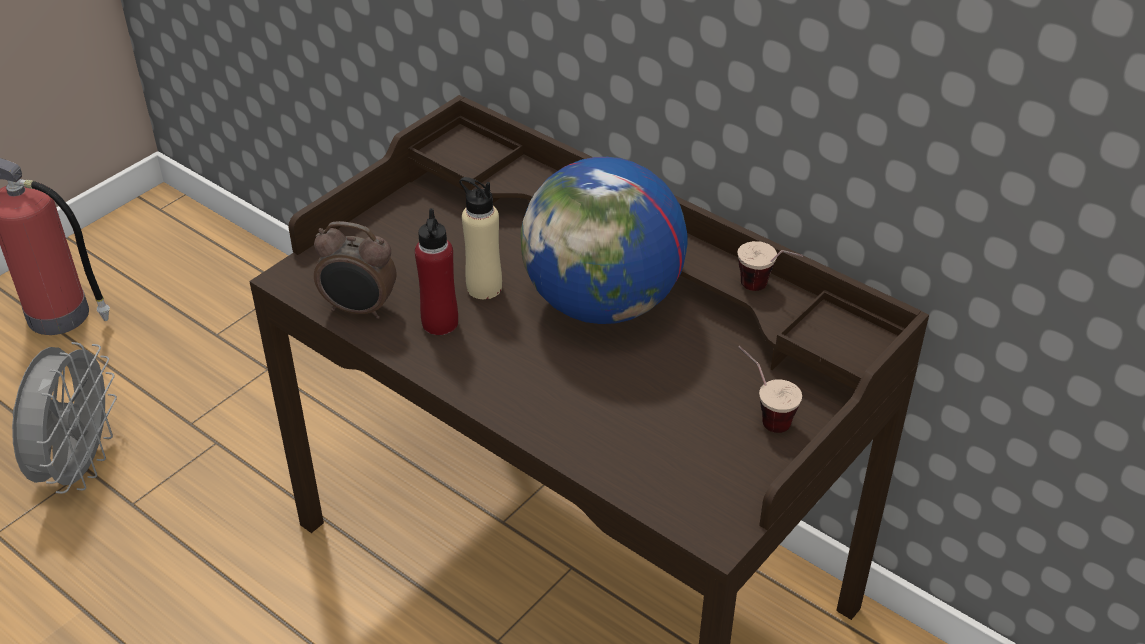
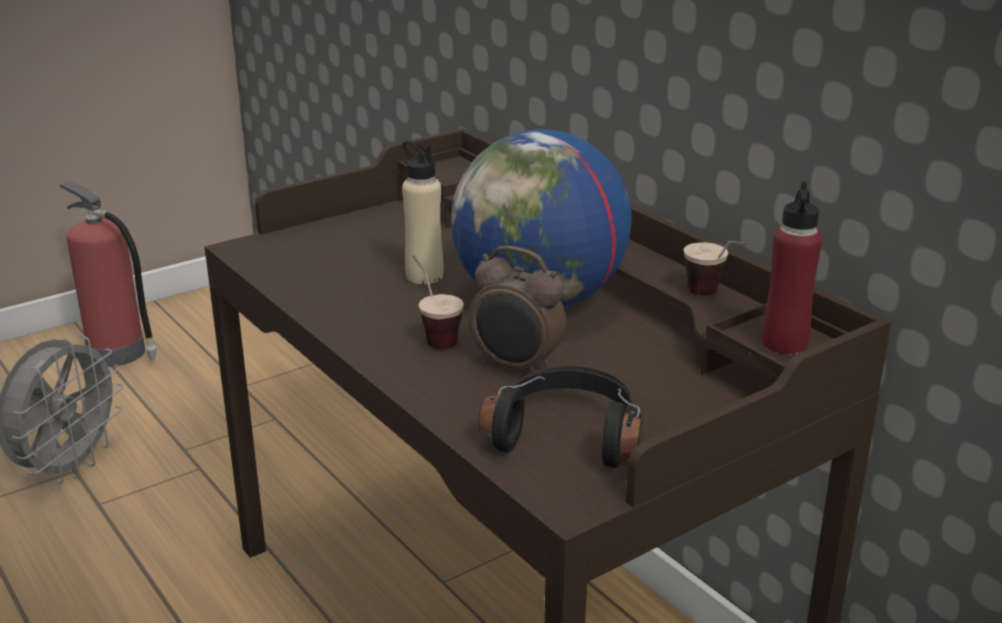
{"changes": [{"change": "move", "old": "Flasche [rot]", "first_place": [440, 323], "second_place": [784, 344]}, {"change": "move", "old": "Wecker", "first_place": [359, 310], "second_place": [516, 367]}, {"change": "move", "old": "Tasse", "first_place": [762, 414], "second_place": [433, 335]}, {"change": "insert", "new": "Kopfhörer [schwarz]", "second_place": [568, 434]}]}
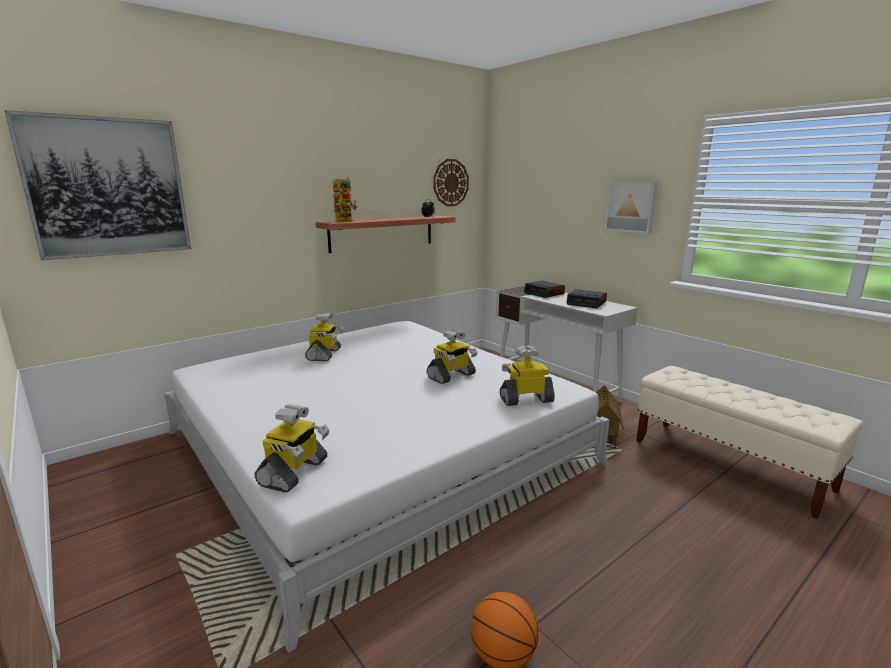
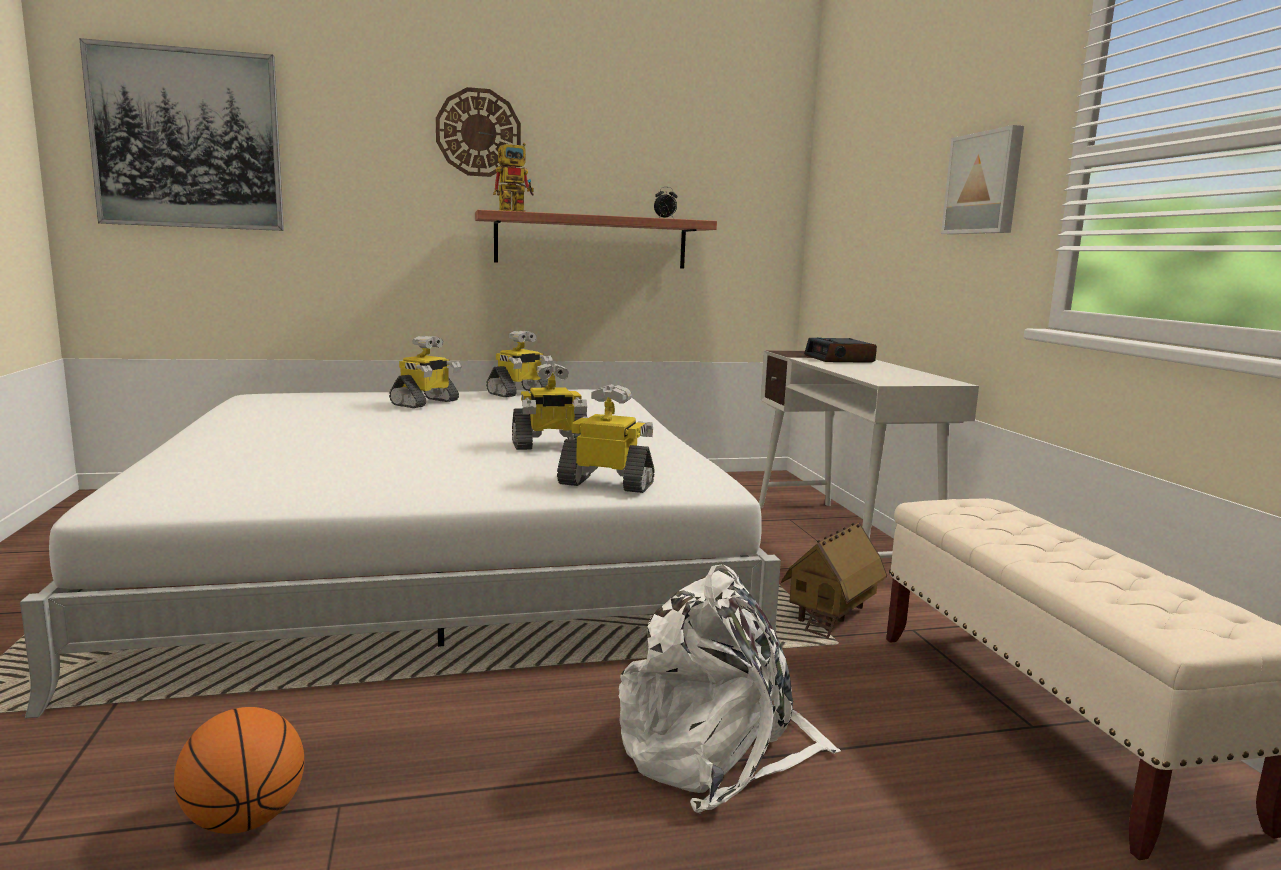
{"changes": [{"change": "move", "old": "Wanduhr", "first_place": [450, 183], "second_place": [478, 132]}, {"change": "delete", "old": "Wecker", "first_place": [586, 303]}, {"change": "move", "old": "Spielzeugroboter", "first_place": [294, 472], "second_place": [519, 393]}, {"change": "insert", "new": "Rucksack [weiß]", "second_place": [718, 751]}]}
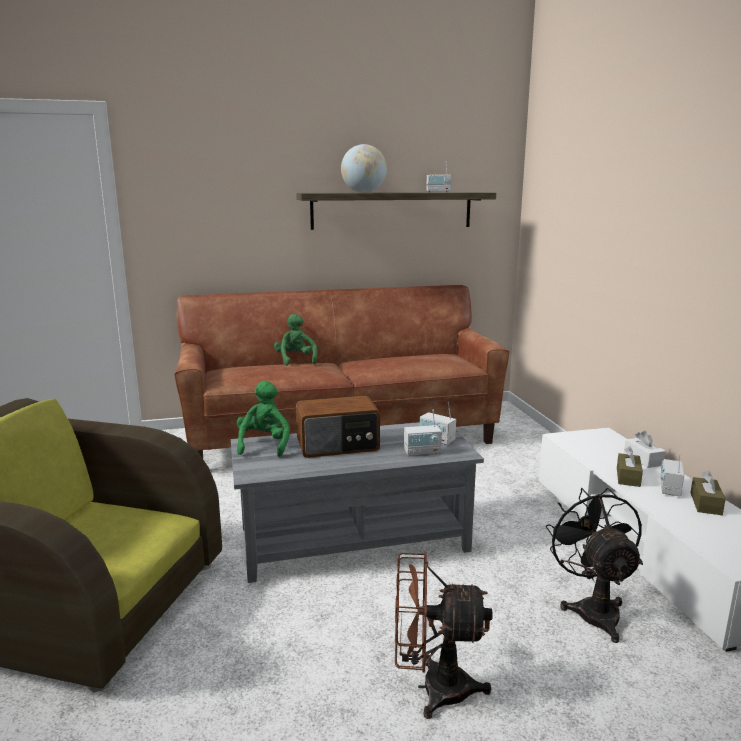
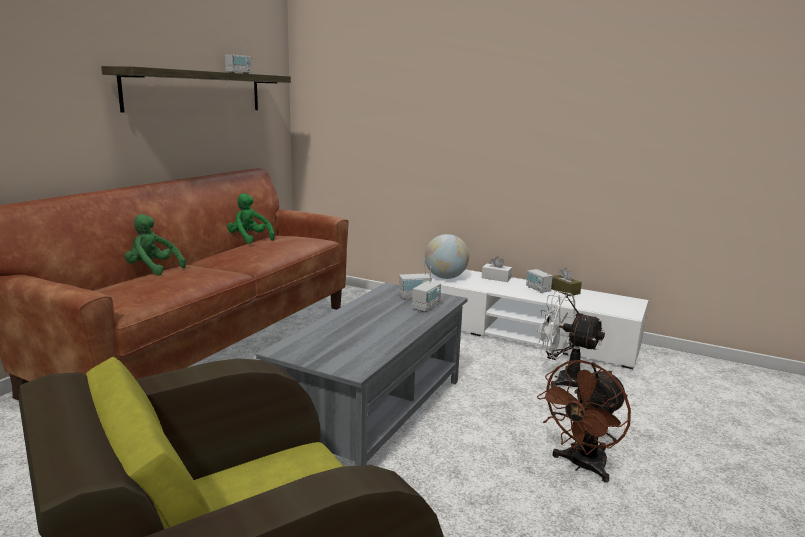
{"changes": [{"change": "move", "old": "Globus", "first_place": [363, 192], "second_place": [445, 277]}, {"change": "move", "old": "Plüschtier [grün]", "first_place": [264, 445], "second_place": [249, 239]}, {"change": "delete", "old": "Radio", "first_place": [338, 445]}, {"change": "delete", "old": "Taschentuchbox [braun]", "first_place": [628, 477]}, {"change": "recolor", "old": "Ventilator [schwarz]", "new": "Ventilator [weiß]", "first_place": [593, 609], "second_place": [563, 379]}]}
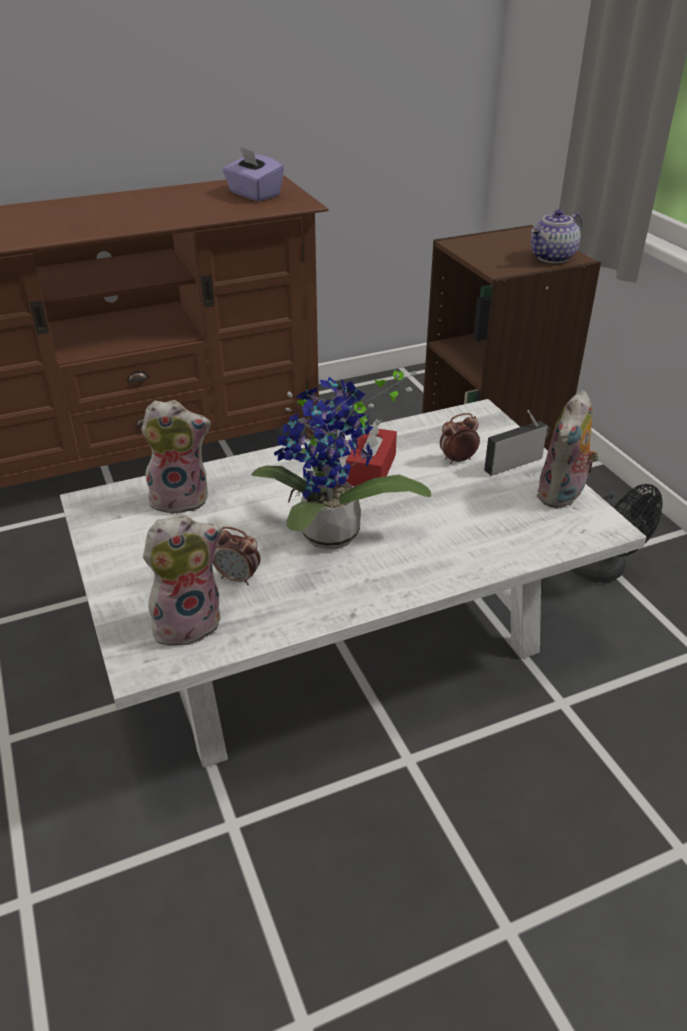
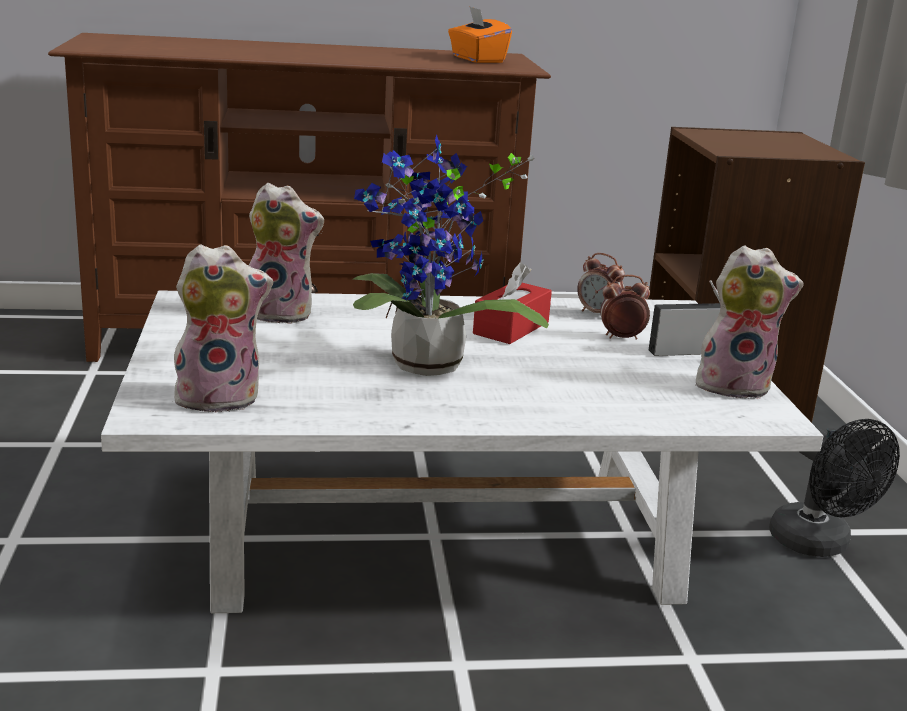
{"changes": [{"change": "recolor", "old": "Taschentuchbox [lila]", "new": "Taschentuchbox [orange]", "first_place": [254, 194], "second_place": [477, 59]}, {"change": "delete", "old": "Teekanne", "first_place": [553, 258]}, {"change": "rotate", "old": "Plüschtier", "first_place": [562, 496], "second_place": [734, 385], "degrees": -135}, {"change": "move", "old": "Wecker", "first_place": [238, 578], "second_place": [598, 313]}]}
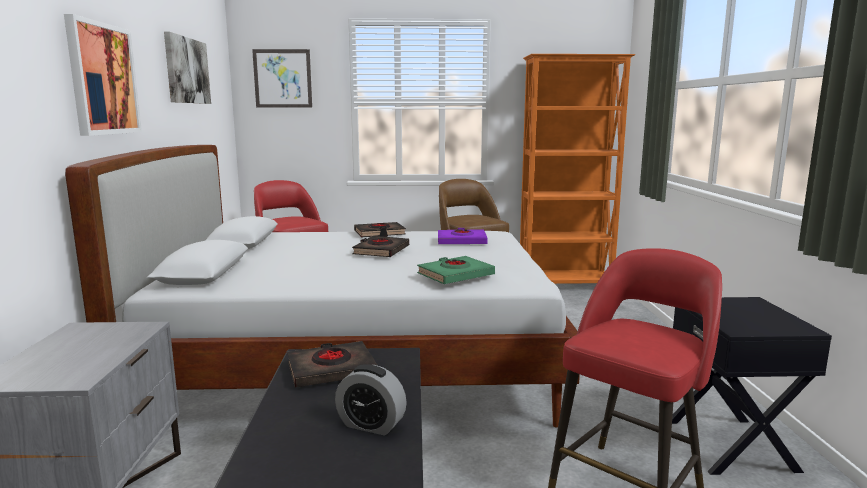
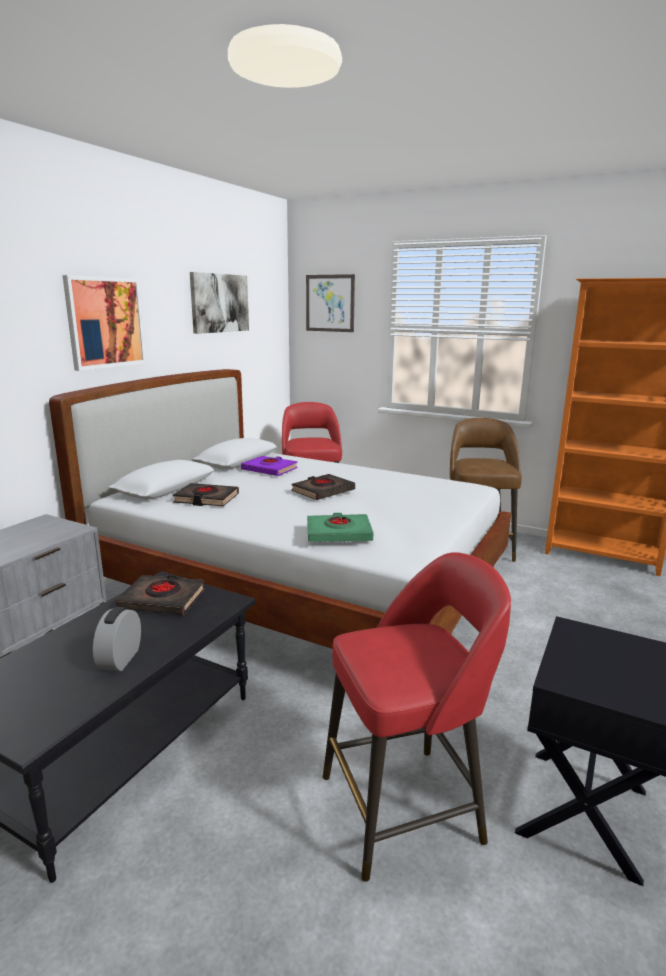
{"changes": [{"change": "move", "old": "Buch [schwarz]", "first_place": [379, 233], "second_place": [206, 499]}, {"change": "move", "old": "Buch [lila]", "first_place": [461, 241], "second_place": [269, 469]}, {"change": "rotate", "old": "Wecker", "first_place": [371, 425], "second_place": [120, 659], "degrees": 45}]}
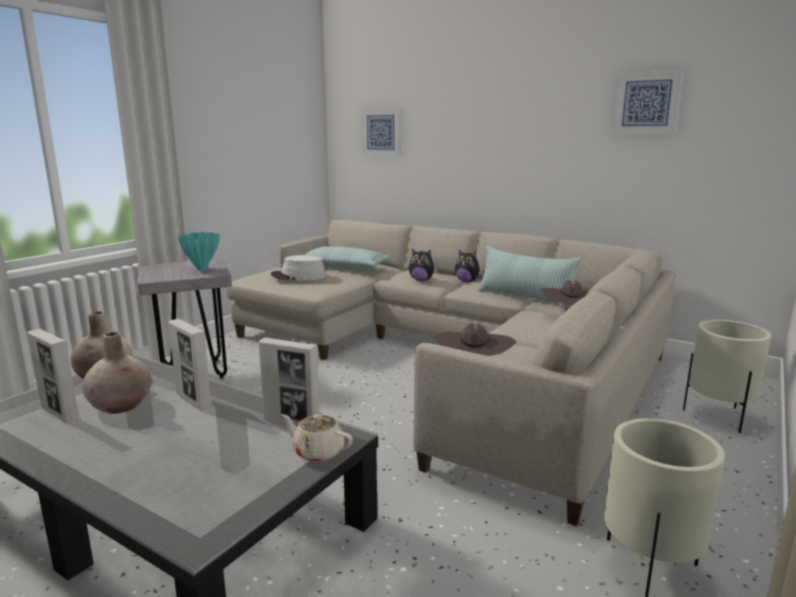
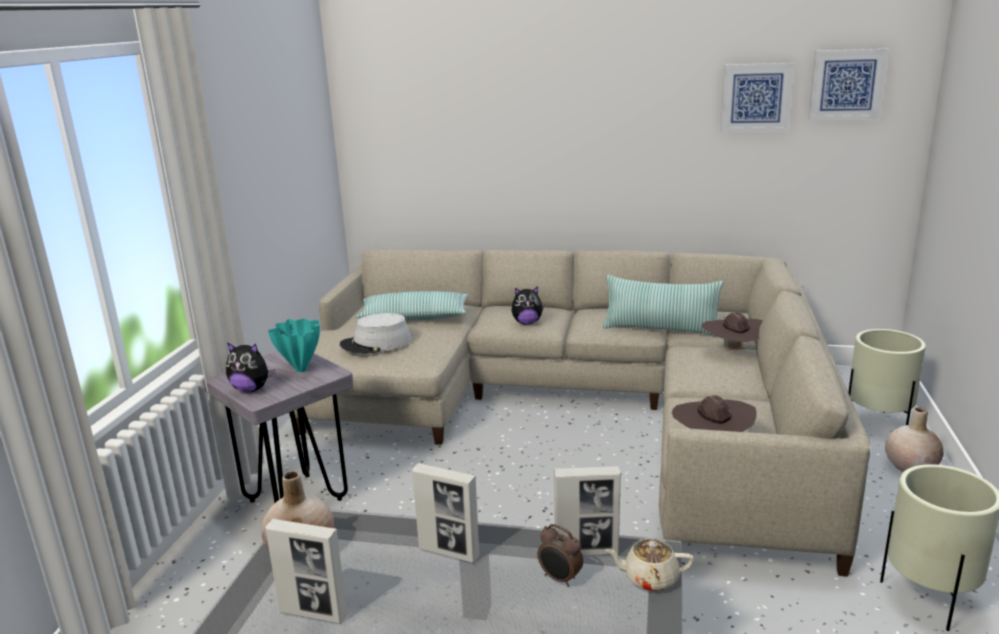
{"changes": [{"change": "move", "old": "Bild", "first_place": [381, 132], "second_place": [847, 84]}, {"change": "move", "old": "Plüschtier", "first_place": [467, 281], "second_place": [251, 389]}, {"change": "move", "old": "Vase [beige]", "first_place": [121, 405], "second_place": [910, 466]}, {"change": "insert", "new": "Wecker", "second_place": [560, 579]}]}
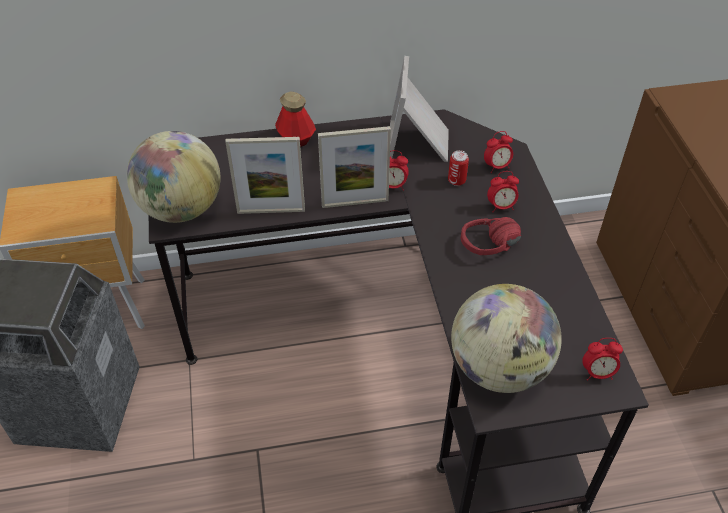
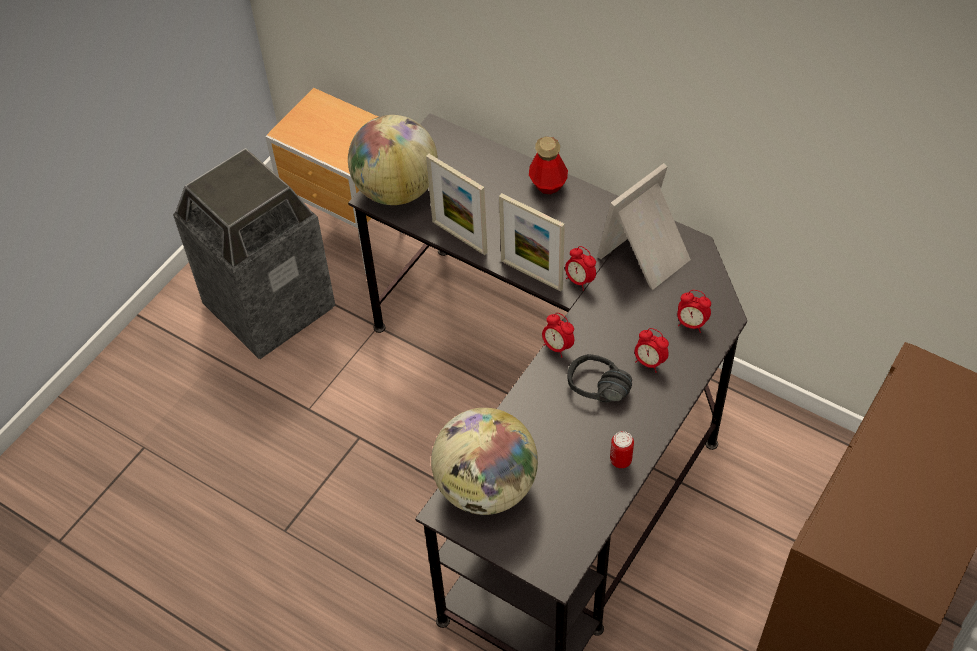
{"changes": [{"change": "move", "old": "Dose", "first_place": [456, 180], "second_place": [620, 460]}, {"change": "recolor", "old": "Kopfhörer [rot]", "new": "Kopfhörer [schwarz]", "first_place": [493, 250], "second_place": [595, 394]}, {"change": "move", "old": "Wecker", "first_place": [597, 373], "second_place": [557, 347]}]}
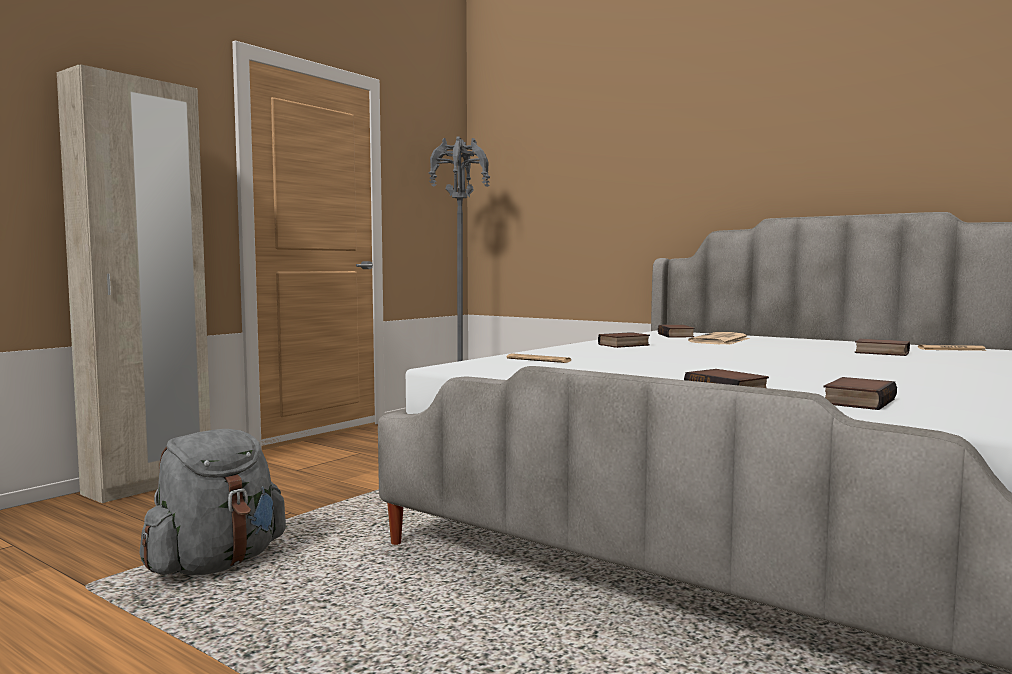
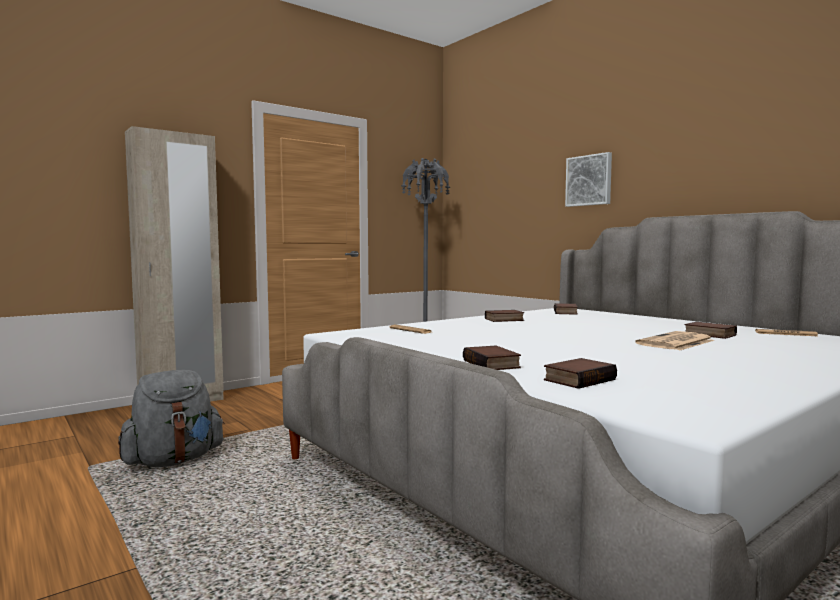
{"changes": [{"change": "move", "old": "Zeitung", "first_place": [720, 340], "second_place": [675, 342]}, {"change": "insert", "new": "Bild", "second_place": [589, 180]}]}
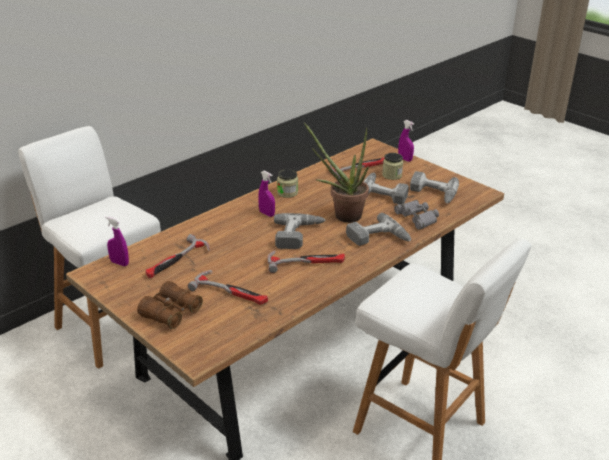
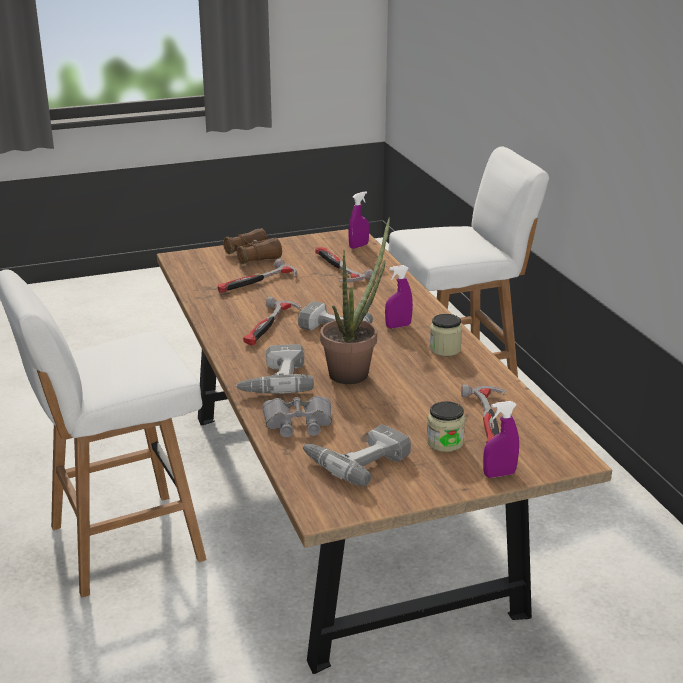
{"changes": [{"change": "delete", "old": "Bohrmaschine", "first_place": [384, 192]}]}
